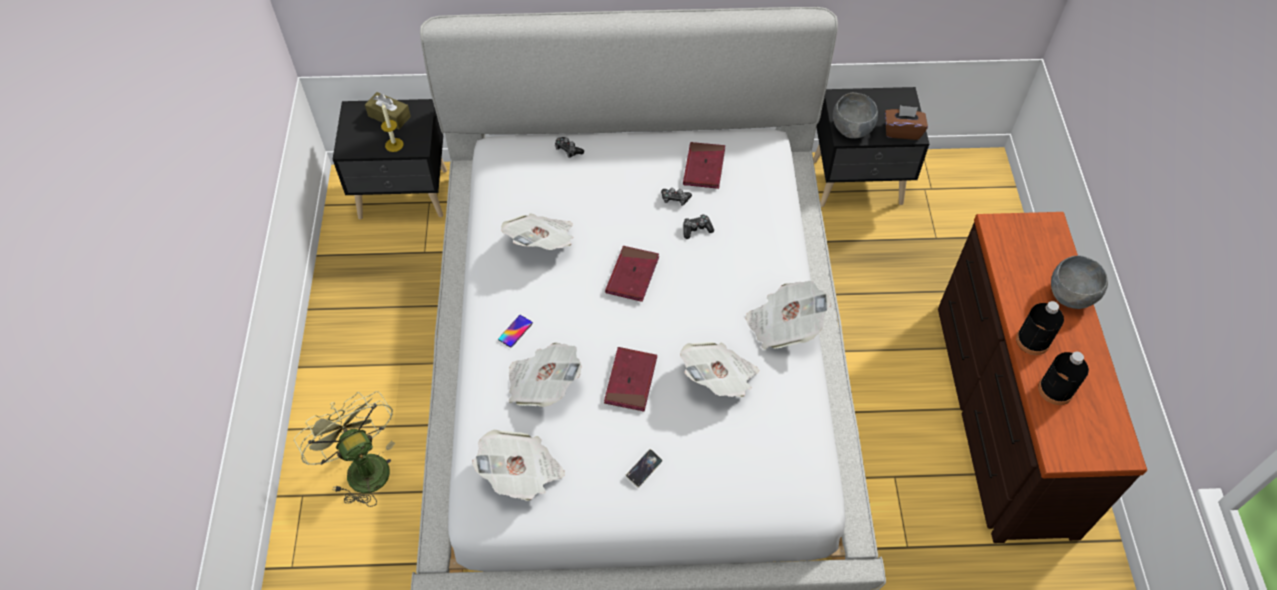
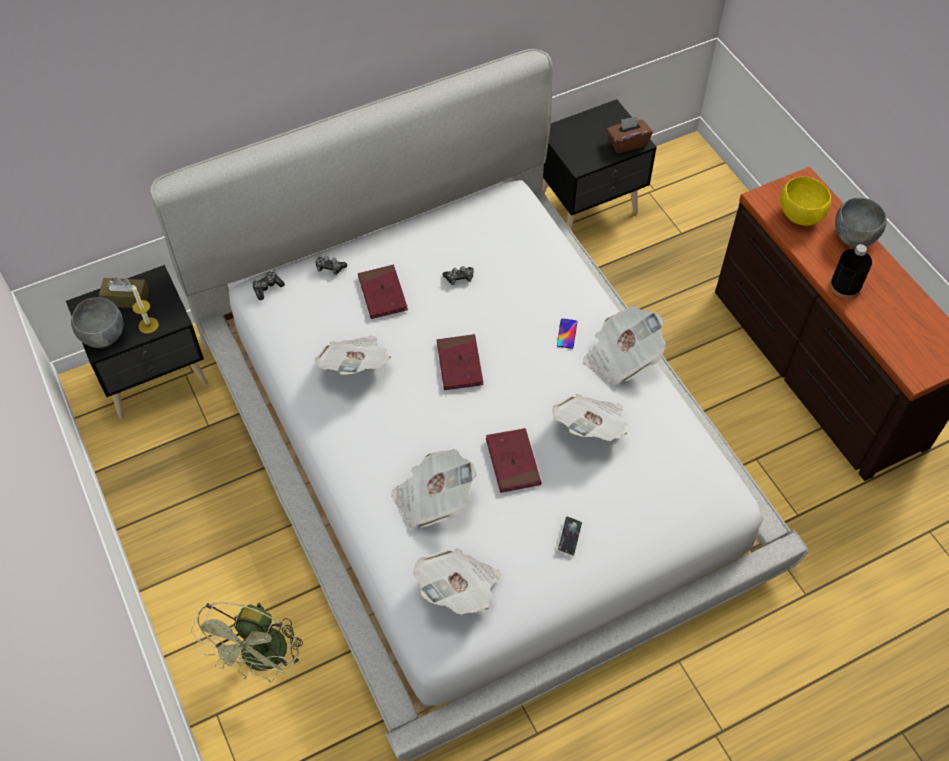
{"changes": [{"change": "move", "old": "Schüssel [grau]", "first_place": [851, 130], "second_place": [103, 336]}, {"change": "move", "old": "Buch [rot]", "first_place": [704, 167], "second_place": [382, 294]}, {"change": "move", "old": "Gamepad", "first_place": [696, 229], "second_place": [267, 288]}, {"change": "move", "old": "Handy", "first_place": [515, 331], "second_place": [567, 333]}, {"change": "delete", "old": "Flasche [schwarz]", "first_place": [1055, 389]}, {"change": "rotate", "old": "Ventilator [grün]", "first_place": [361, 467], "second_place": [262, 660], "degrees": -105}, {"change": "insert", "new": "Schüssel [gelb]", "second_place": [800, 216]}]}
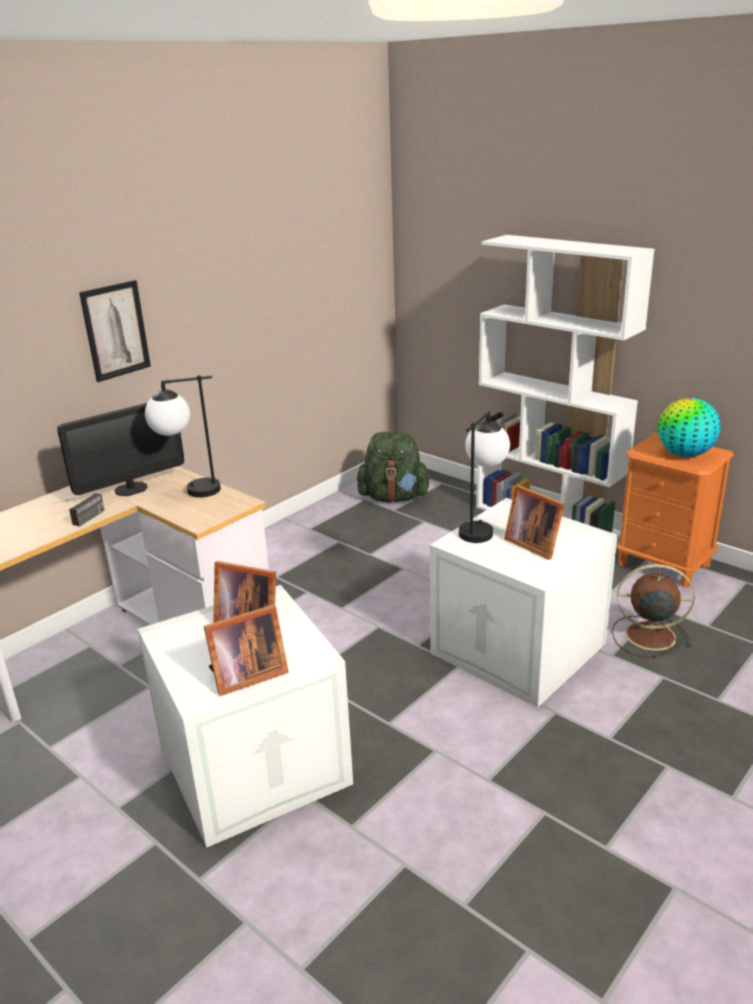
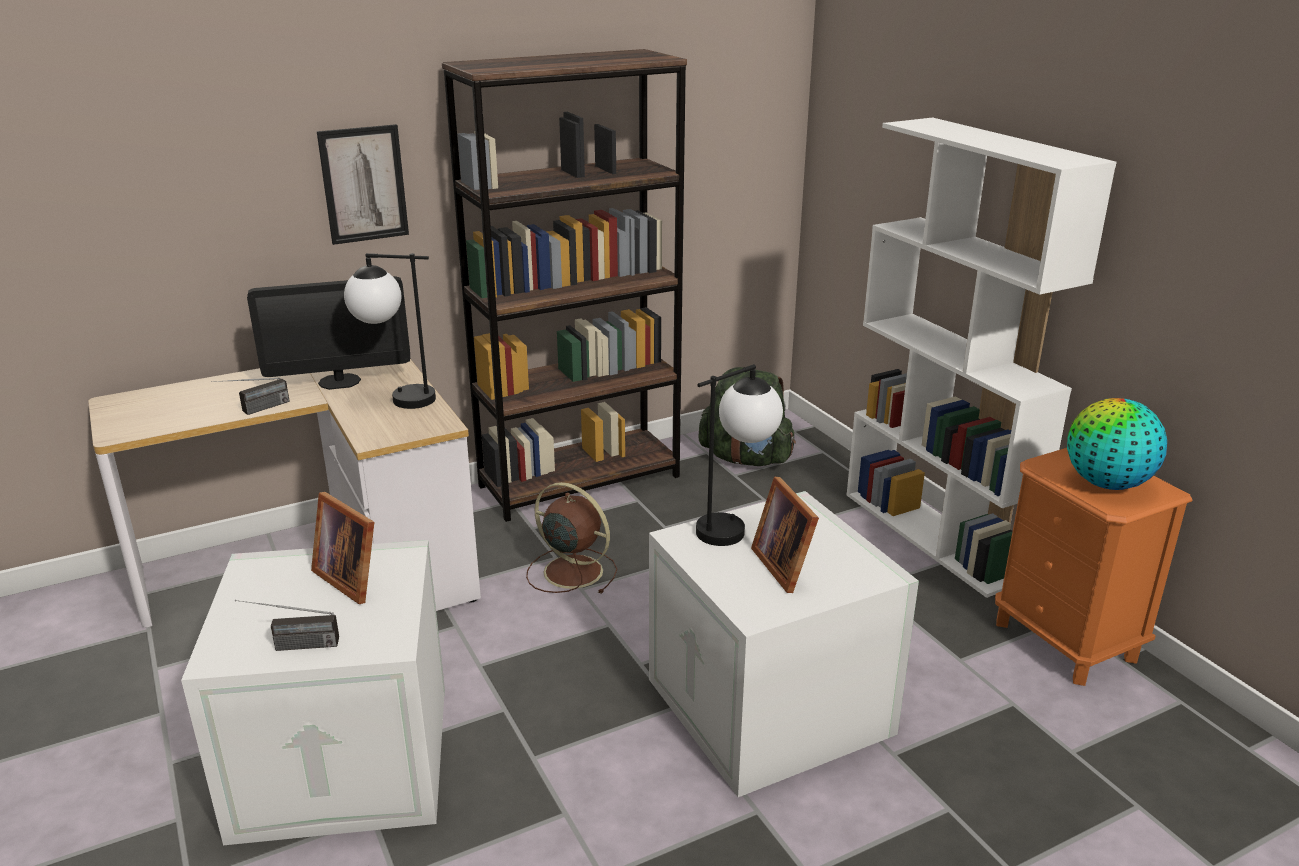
{"changes": [{"change": "move", "old": "Ventilator [braun]", "first_place": [647, 635], "second_place": [571, 571]}, {"change": "replace", "old": "Bilderrahmen", "new": "Radio", "first_place": [245, 676], "second_place": [290, 646]}, {"change": "insert", "new": "Bücherregal [braun]", "second_place": [580, 481]}]}
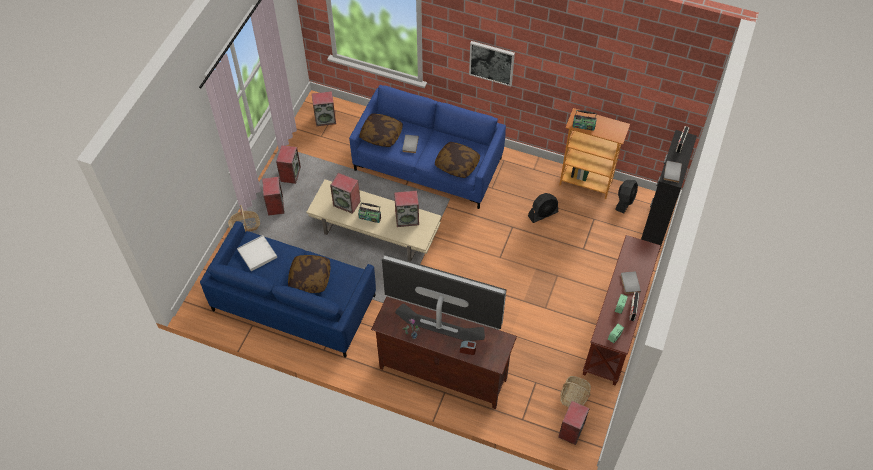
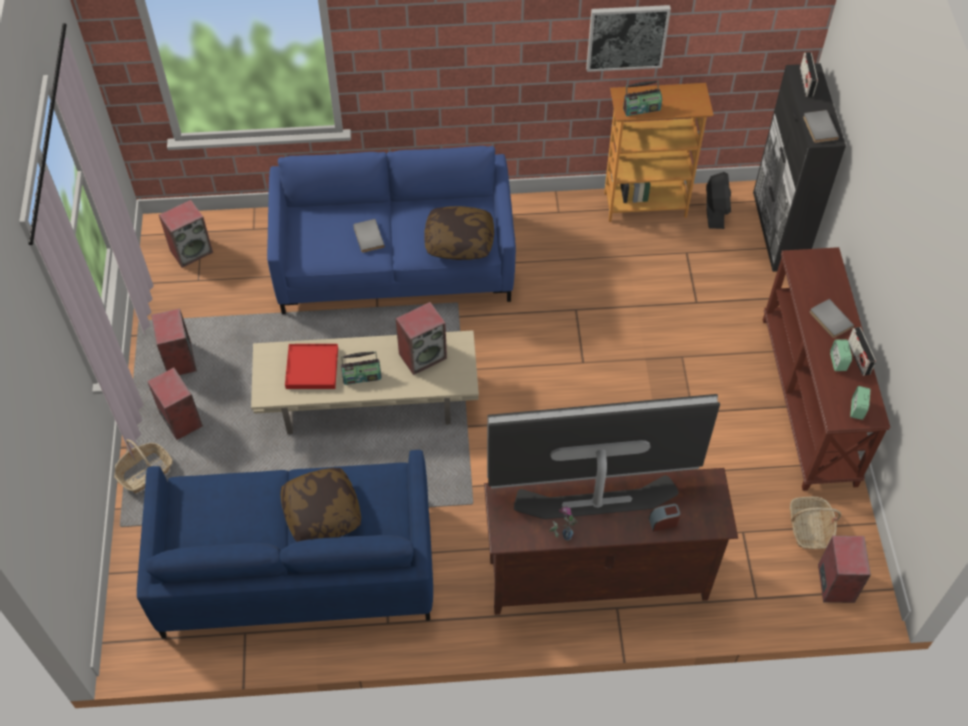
{"changes": [{"change": "move", "old": "Bild", "first_place": [491, 62], "second_place": [627, 37]}, {"change": "delete", "old": "Kissen", "first_place": [381, 135]}, {"change": "replace", "old": "Lautsprecher", "new": "Tablett [rot]", "first_place": [347, 203], "second_place": [312, 368]}, {"change": "delete", "old": "Ventilator [schwarz]", "first_place": [543, 214]}, {"change": "delete", "old": "Tablett [weiß]", "first_place": [257, 254]}]}
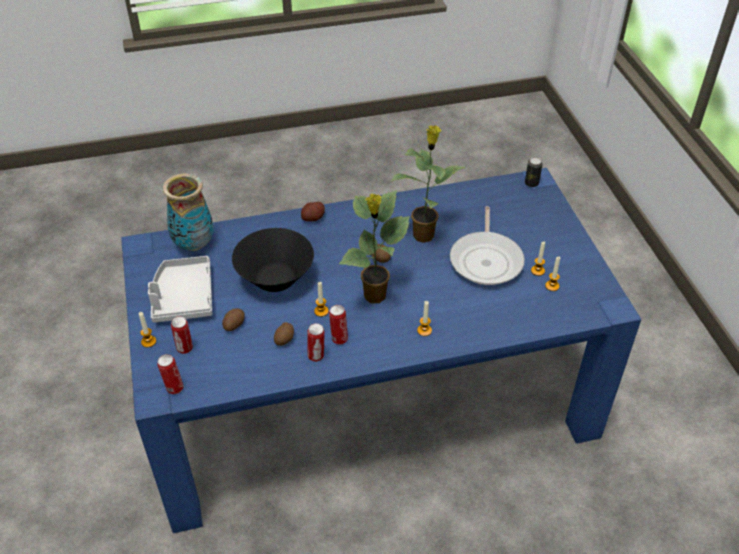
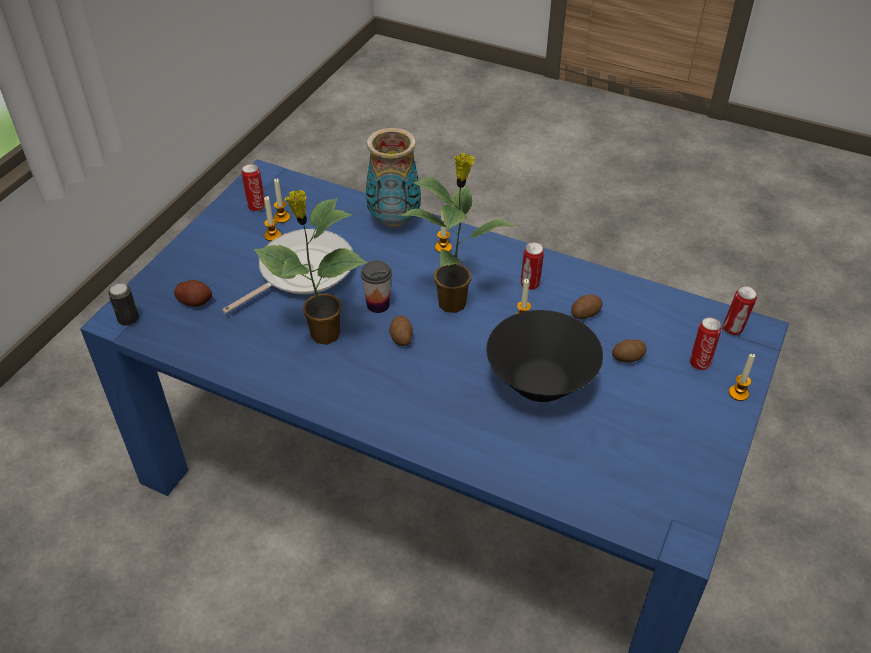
{"changes": [{"change": "move", "old": "Vase", "first_place": [193, 244], "second_place": [394, 221]}, {"change": "move", "old": "Kartoffel", "first_place": [313, 218], "second_place": [195, 301]}, {"change": "delete", "old": "Tablett [grau]", "first_place": [183, 297]}, {"change": "move", "old": "Dose", "first_place": [316, 356], "second_place": [256, 206]}, {"change": "insert", "new": "Tasse", "second_place": [378, 304]}]}
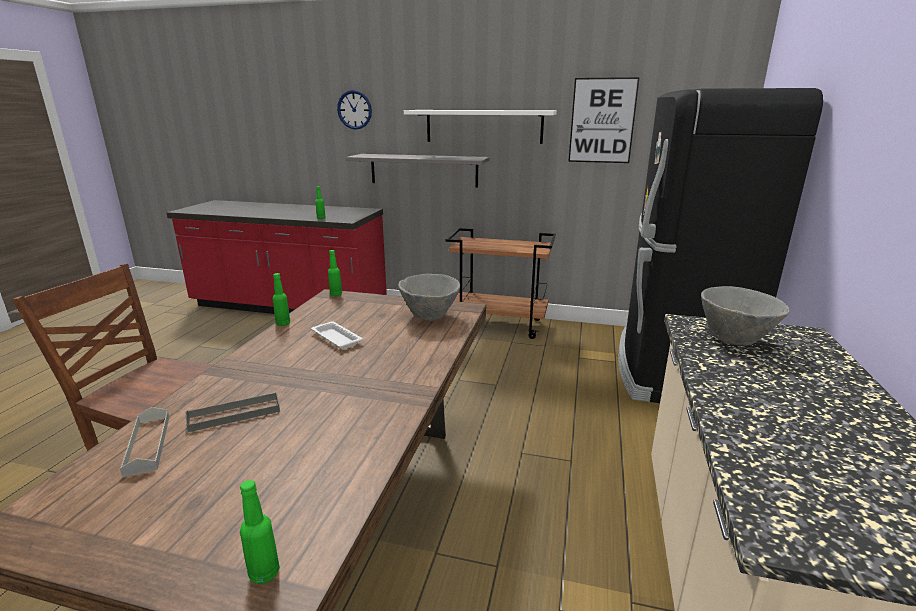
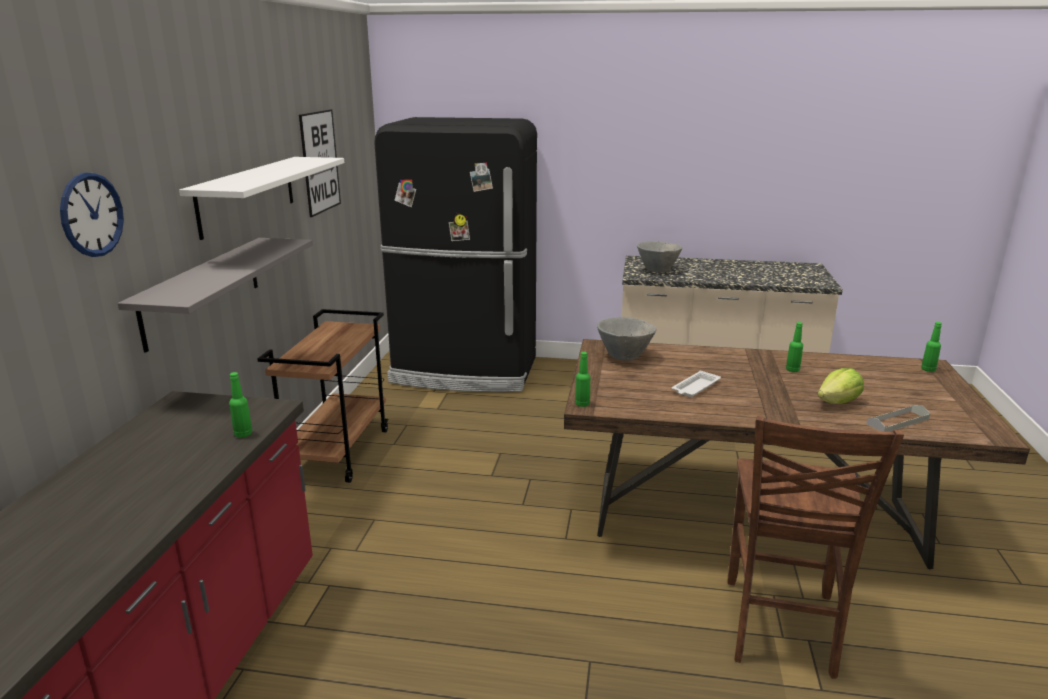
{"changes": [{"change": "move", "old": "Flasche [grün]", "first_place": [283, 323], "second_place": [792, 370]}, {"change": "replace", "old": "Tablett [grau]", "new": "Salatkopf", "first_place": [234, 414], "second_place": [838, 402]}]}
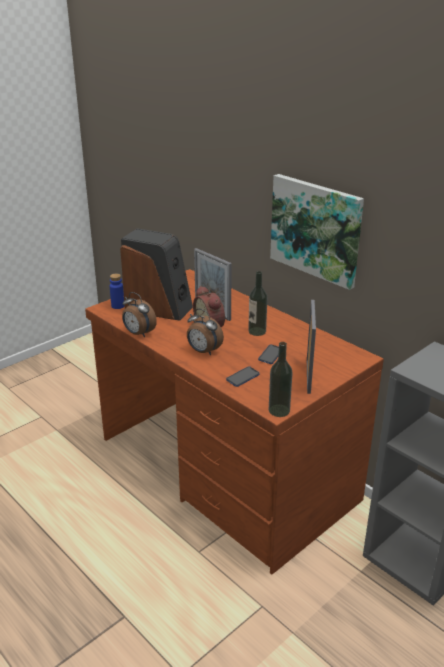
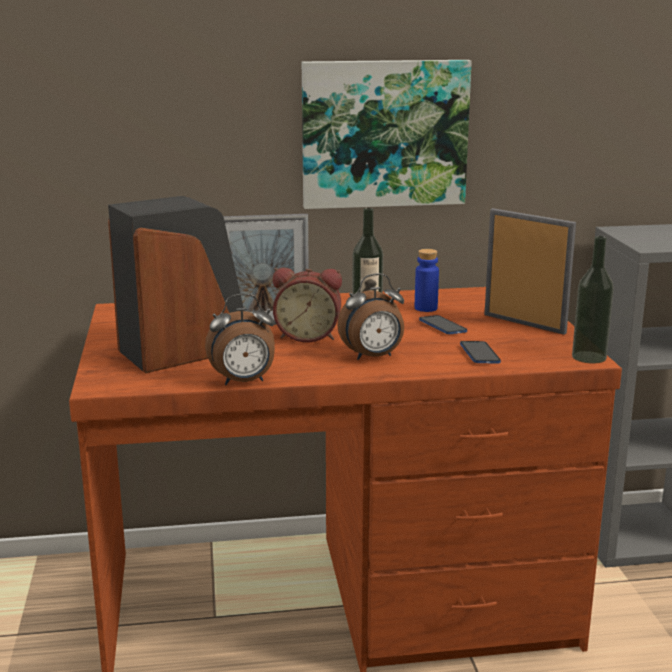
{"changes": [{"change": "move", "old": "Flasche [blau]", "first_place": [118, 306], "second_place": [426, 308]}]}
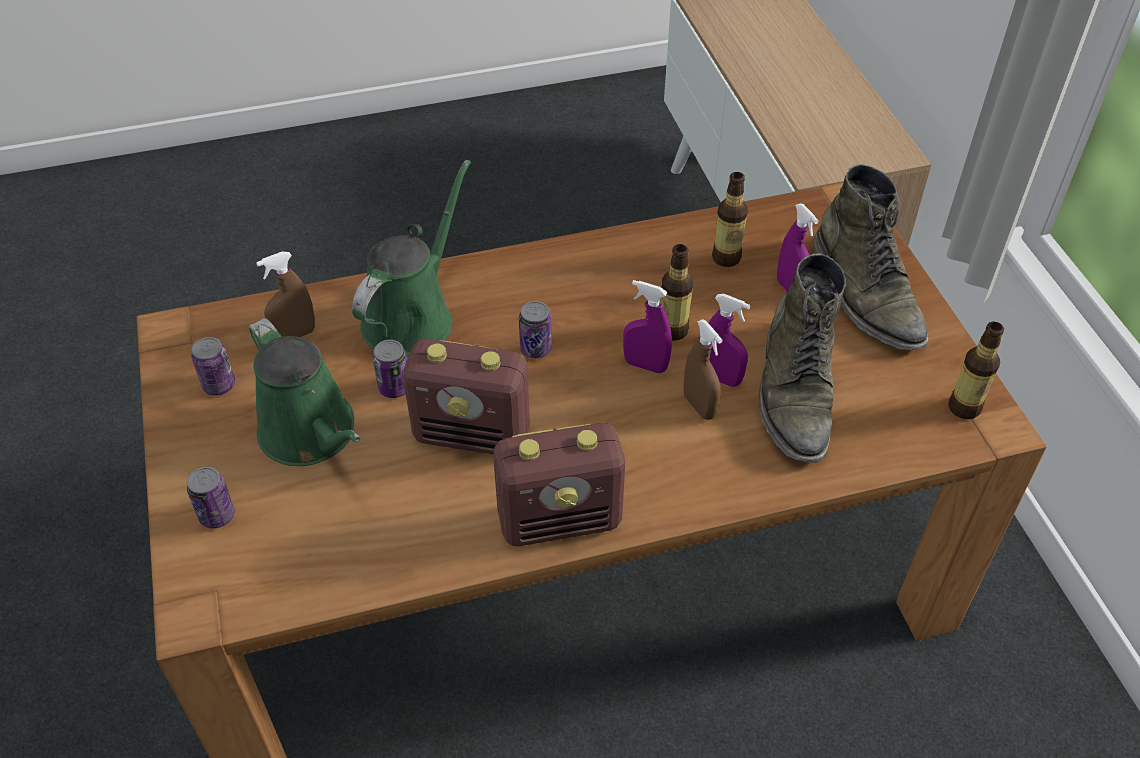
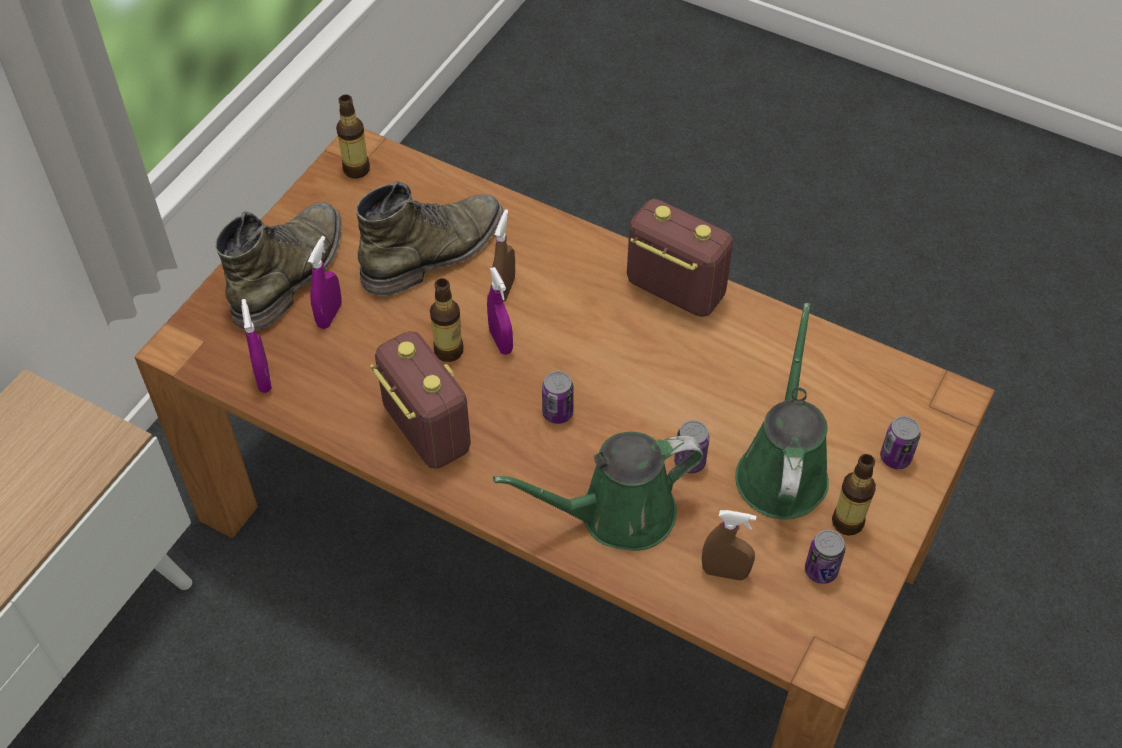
{"changes": [{"change": "move", "old": "Flasche", "first_place": [726, 257], "second_place": [847, 522]}, {"change": "move", "old": "Sprühflasche [lila]", "first_place": [720, 377], "second_place": [263, 378]}, {"change": "move", "old": "Radio", "first_place": [473, 434], "second_place": [425, 429]}]}
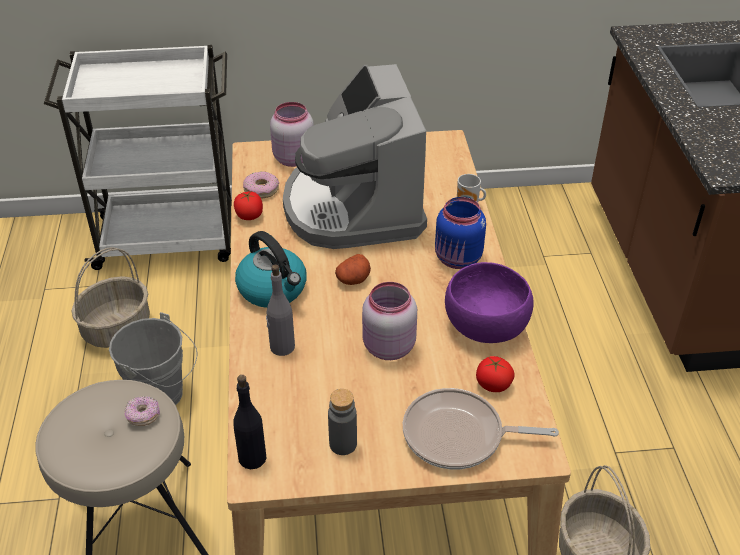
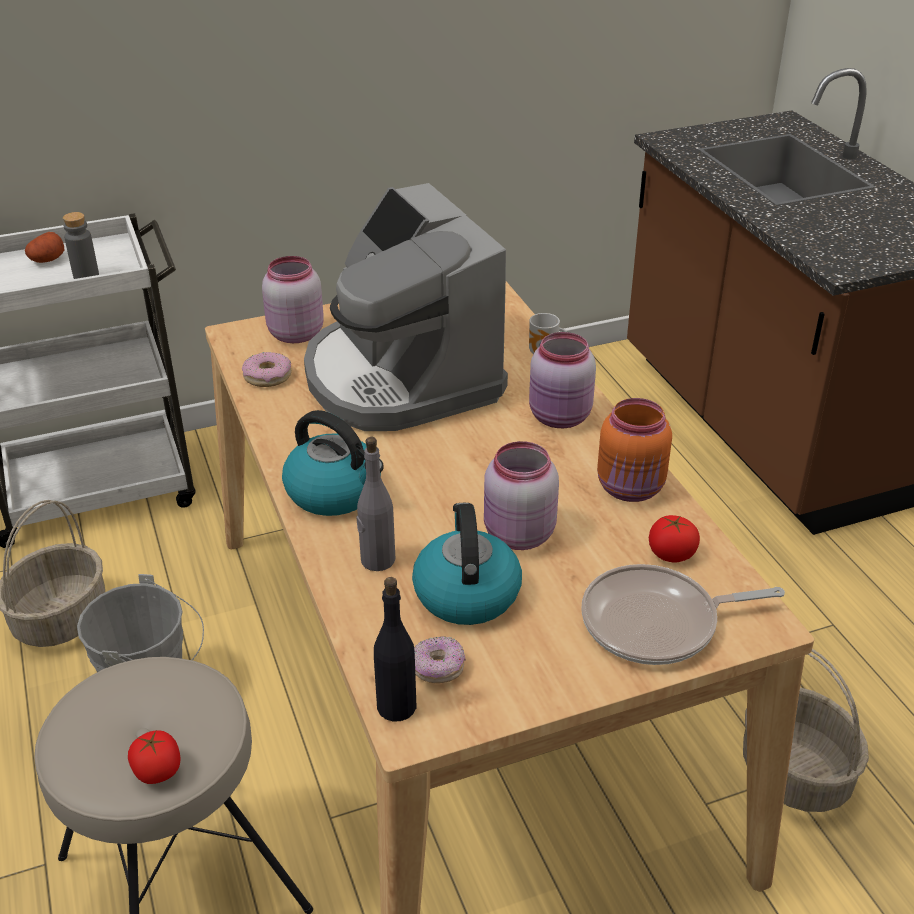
{"changes": [{"change": "move", "old": "Tomate", "first_place": [249, 216], "second_place": [158, 771]}, {"change": "recolor", "old": "Vorratsglas [blau]", "new": "Vorratsglas [rosa]", "first_place": [458, 259], "second_place": [560, 418]}, {"change": "move", "old": "Kartoffel", "first_place": [353, 279], "second_place": [47, 260]}, {"change": "replace", "old": "Schüssel [lila]", "new": "Vorratsglas [orange]", "first_place": [486, 327], "second_place": [631, 489]}, {"change": "move", "old": "Flasche [grau]", "first_place": [343, 444], "second_place": [86, 276]}, {"change": "move", "old": "Donut", "first_place": [143, 416], "second_place": [438, 669]}, {"change": "insert", "new": "Wasserkessel", "second_place": [466, 593]}]}
